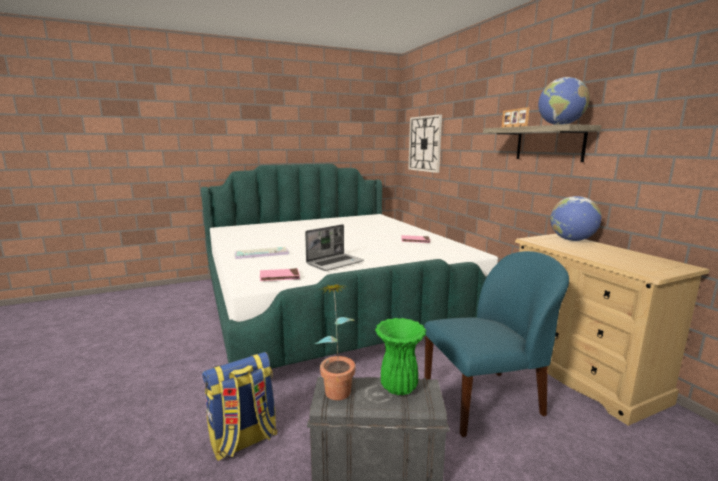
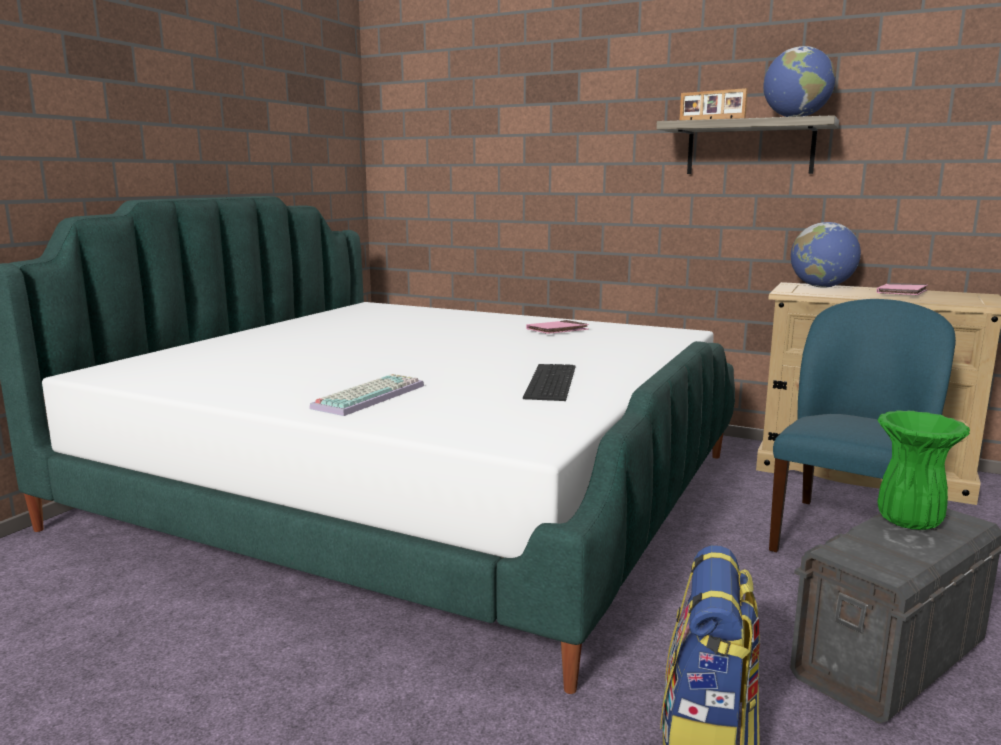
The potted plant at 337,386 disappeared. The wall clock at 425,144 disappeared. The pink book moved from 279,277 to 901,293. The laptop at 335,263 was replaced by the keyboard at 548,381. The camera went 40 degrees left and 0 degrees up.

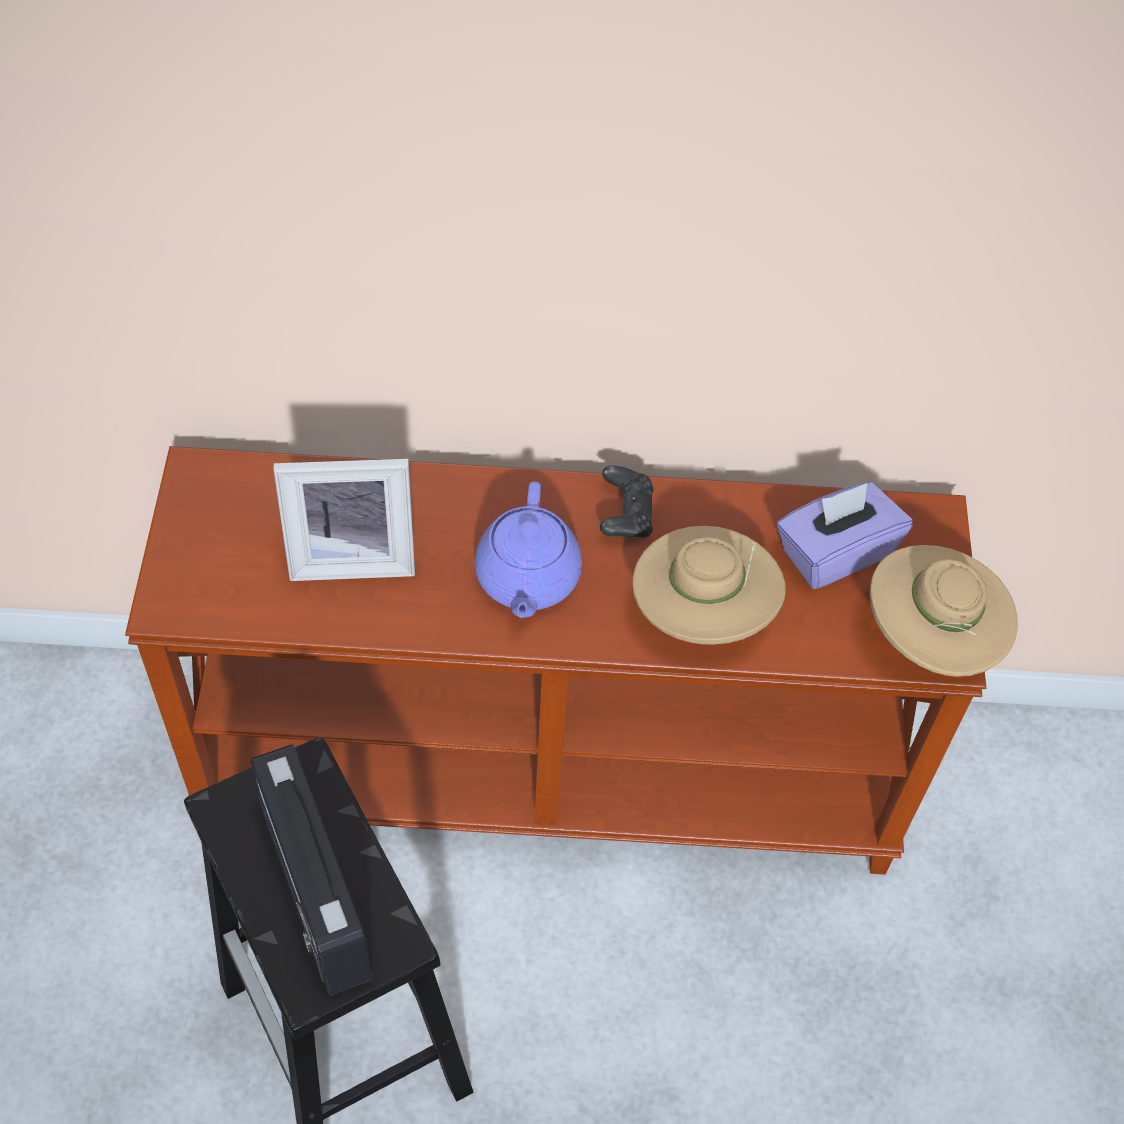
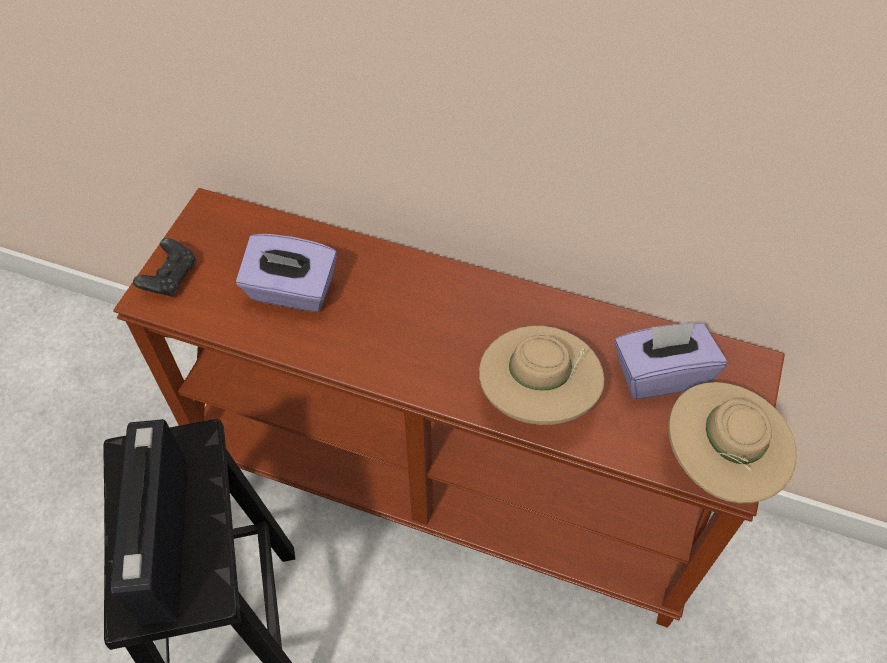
The purple teapot at 527,579 disappeared. The black game controller moved from 625,515 to 170,277. The picture frame at 352,556 was replaced by the purple tissue box at 291,291. The camera went 20 degrees right and 0 degrees up.

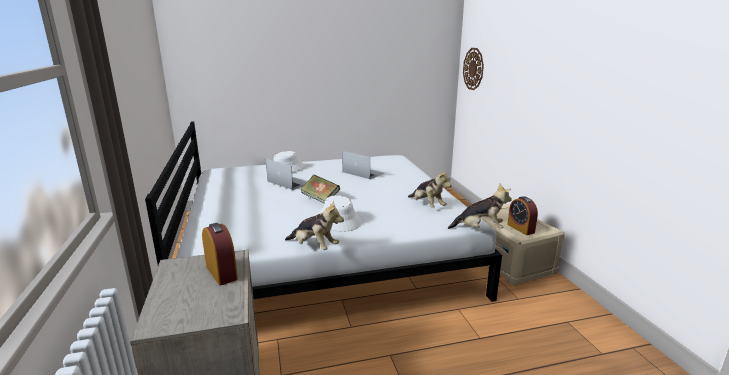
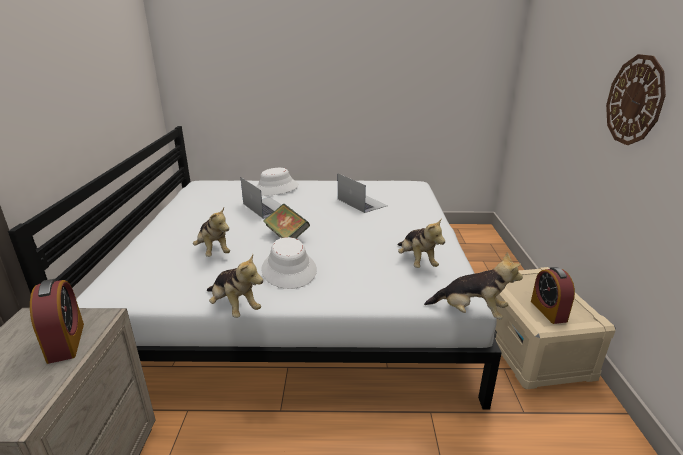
The plush toy at 213,251 appeared. The wall clock moved from 473,69 to 635,100. The camera went 15 degrees right and 5 degrees up.

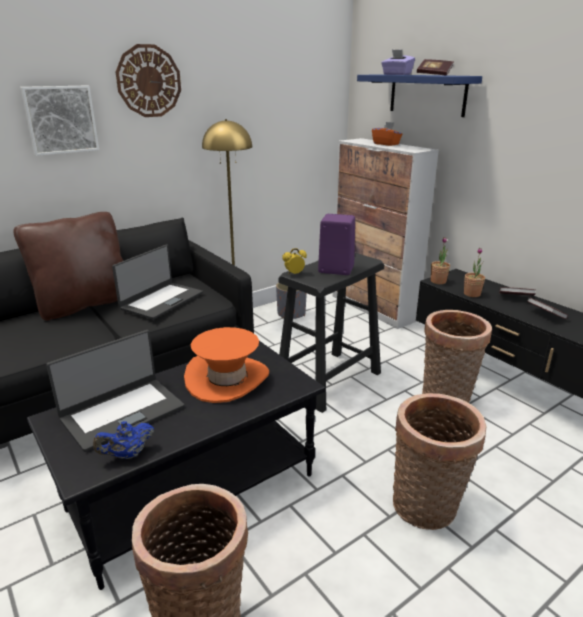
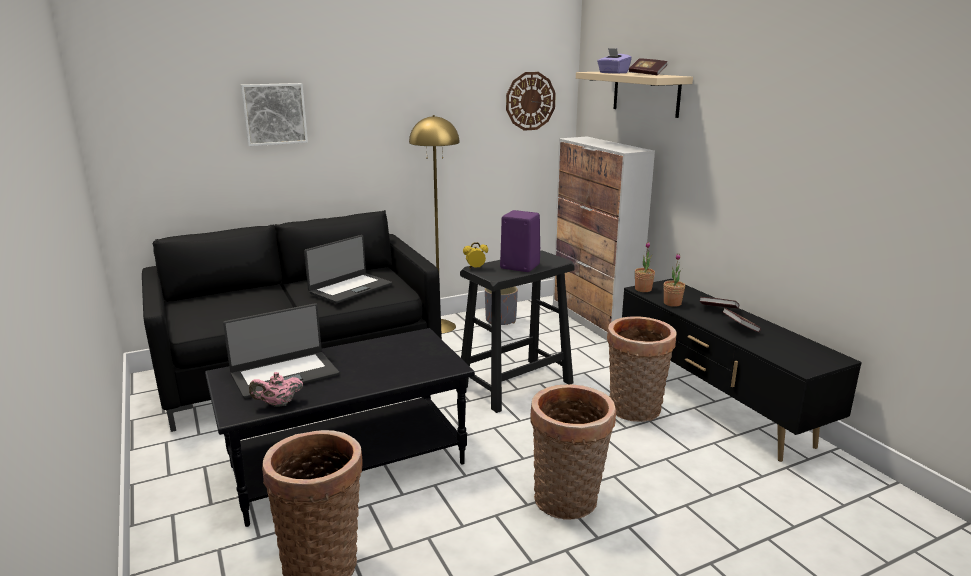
The brown pillow at 85,304 disappeared. The orange hat at 227,379 disappeared. The orange tissue box at 386,144 disappeared. The wall clock moved from 149,81 to 530,101. The blue teapot at 127,455 became the pink teapot at 278,404. The blue shelf at 427,94 became the beige shelf at 646,93. The camera went 10 degrees right and 5 degrees down.

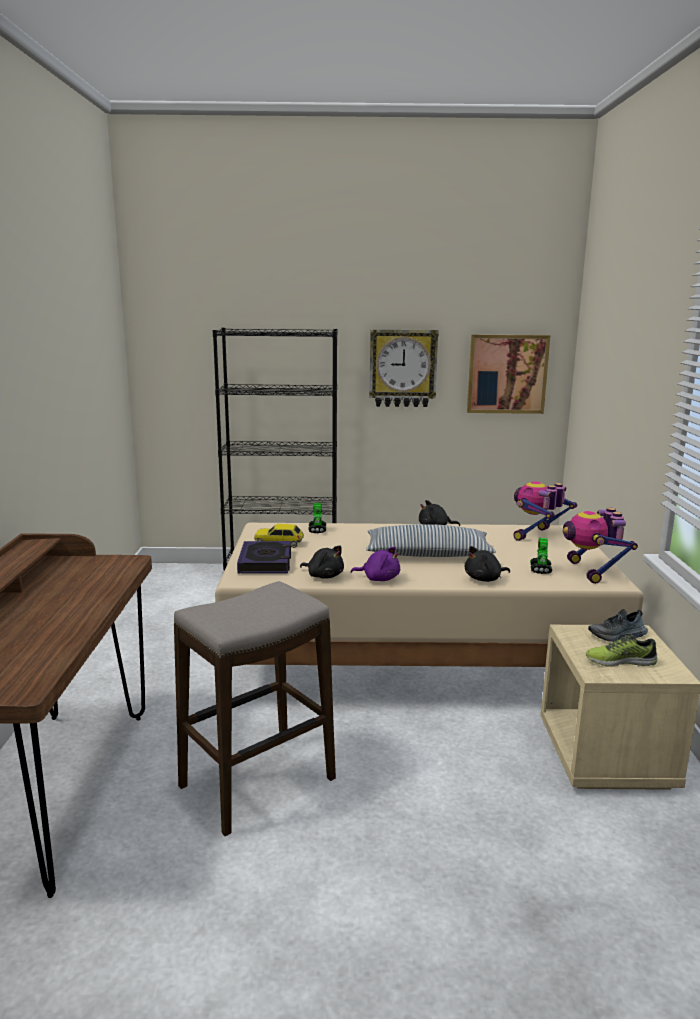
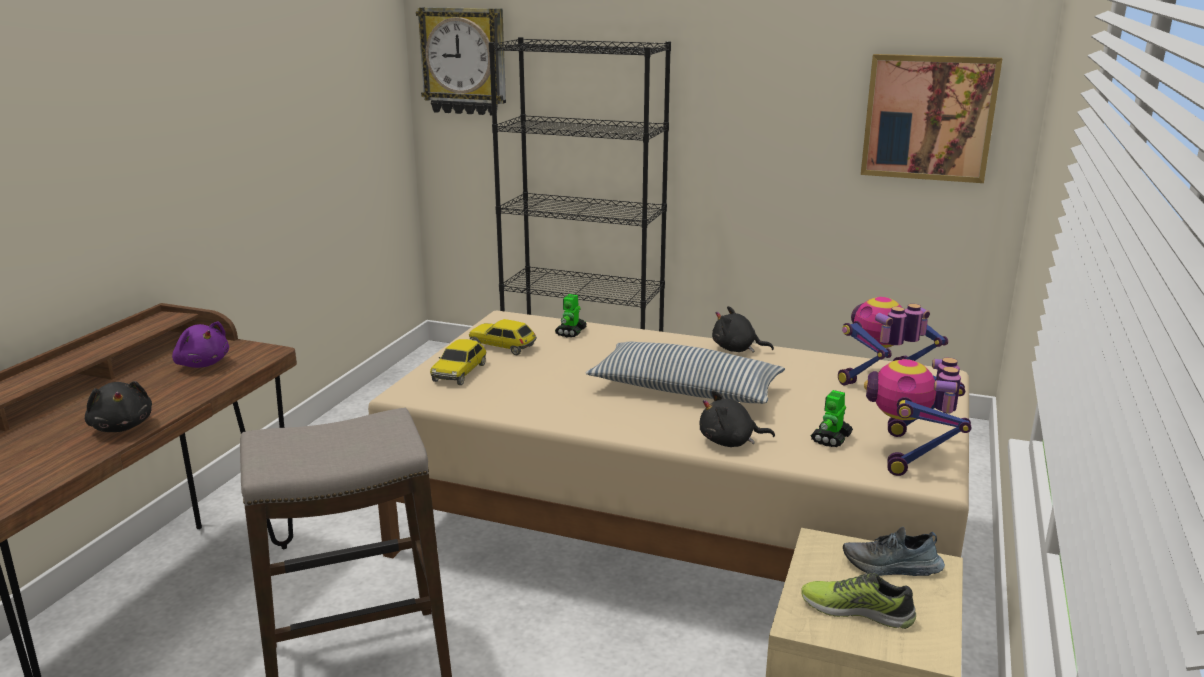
The black plush toy moved from 324,576 to 122,426. The purple plush toy moved from 379,579 to 202,364. The wall clock moved from 402,368 to 464,61. The book at 265,562 was replaced by the toy car at 460,372. The camera went 20 degrees right and 5 degrees up.

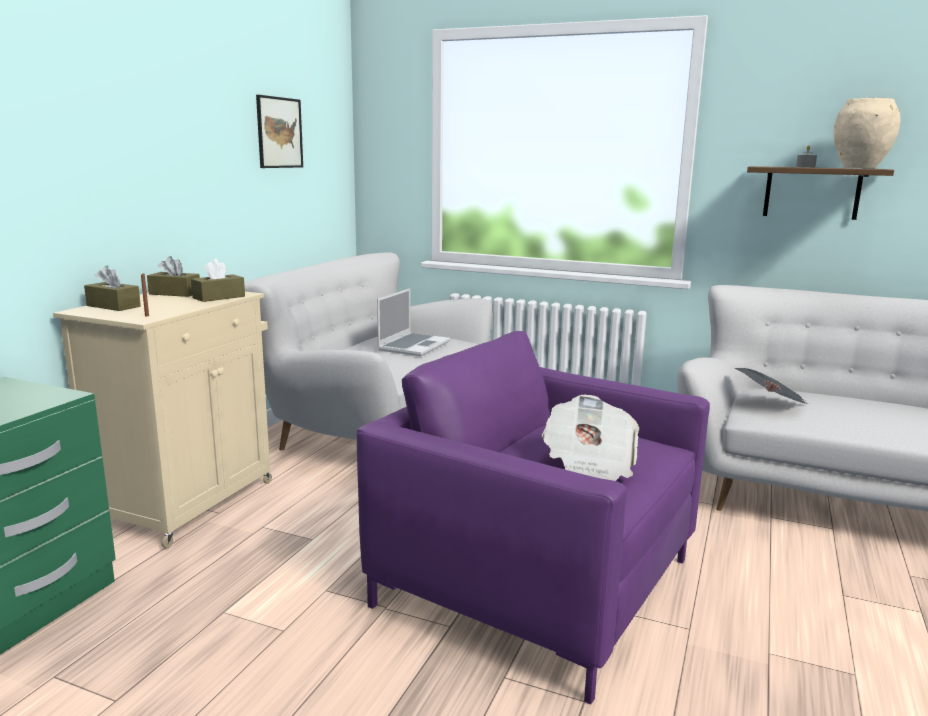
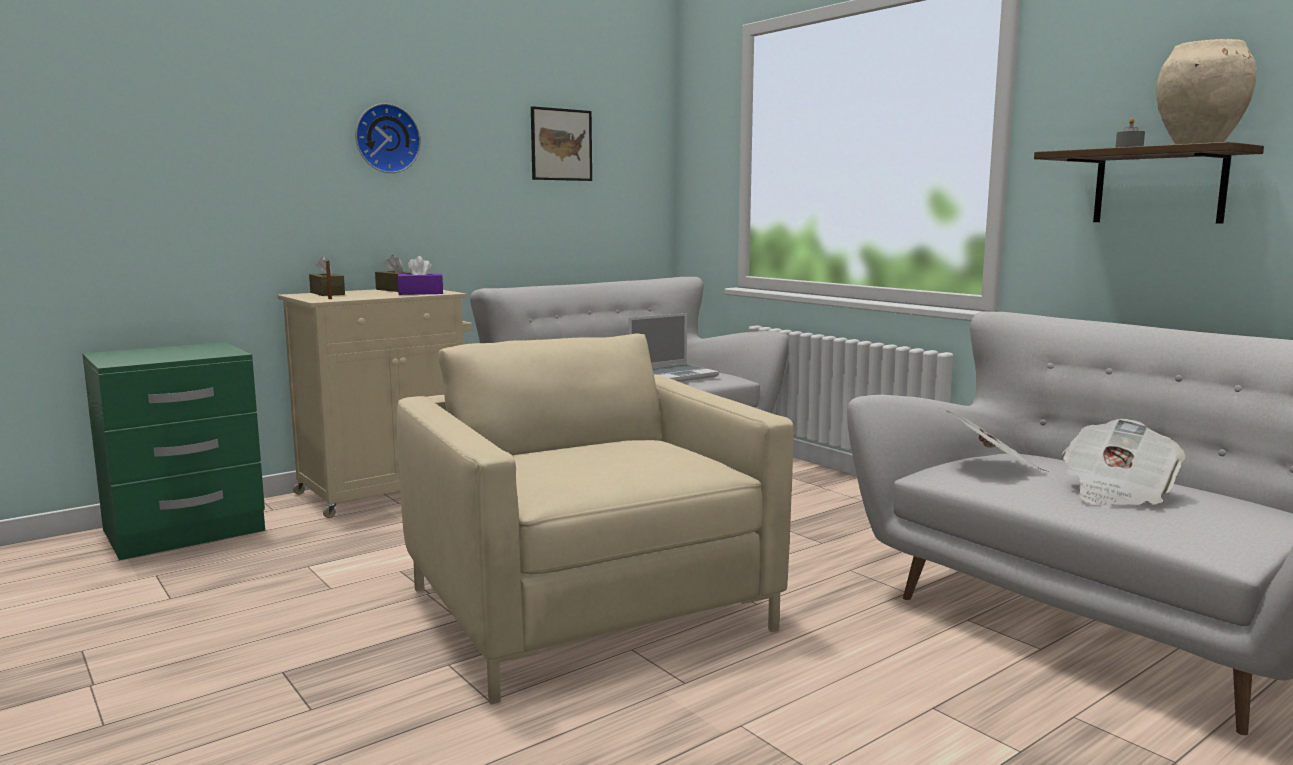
The wall clock at 386,138 appeared. The newspaper moved from 588,466 to 1116,493. The brown tissue box at 219,297 became the purple tissue box at 420,293. The purple armchair at 535,582 became the beige armchair at 588,608. The camera went 30 degrees right and 5 degrees down.

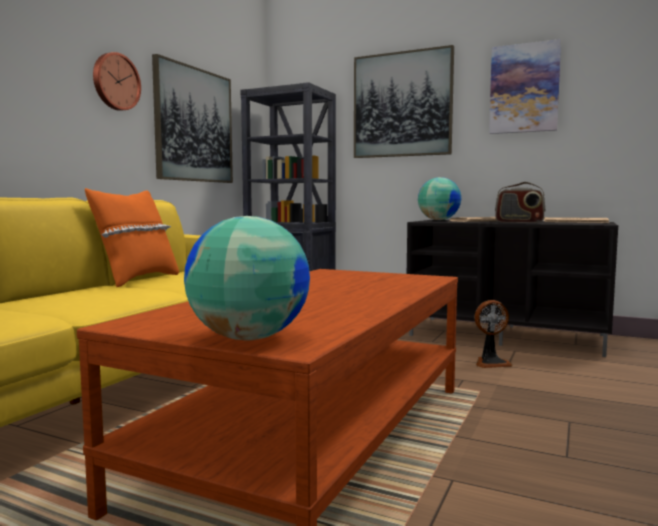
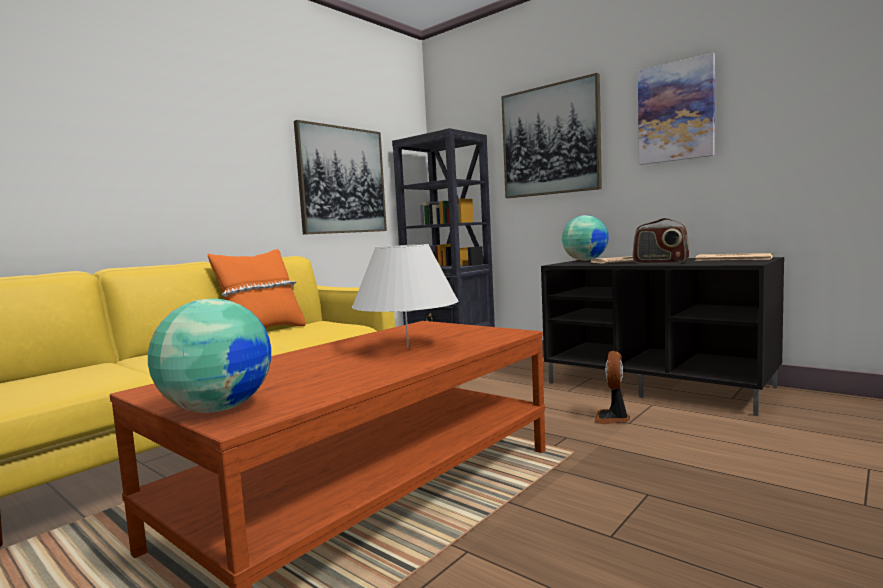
The wall clock at 115,82 disappeared. The white table lamp at 408,347 appeared. The fan at 490,363 turned 105 degrees clockwise. The camera went 15 degrees right and 0 degrees up.

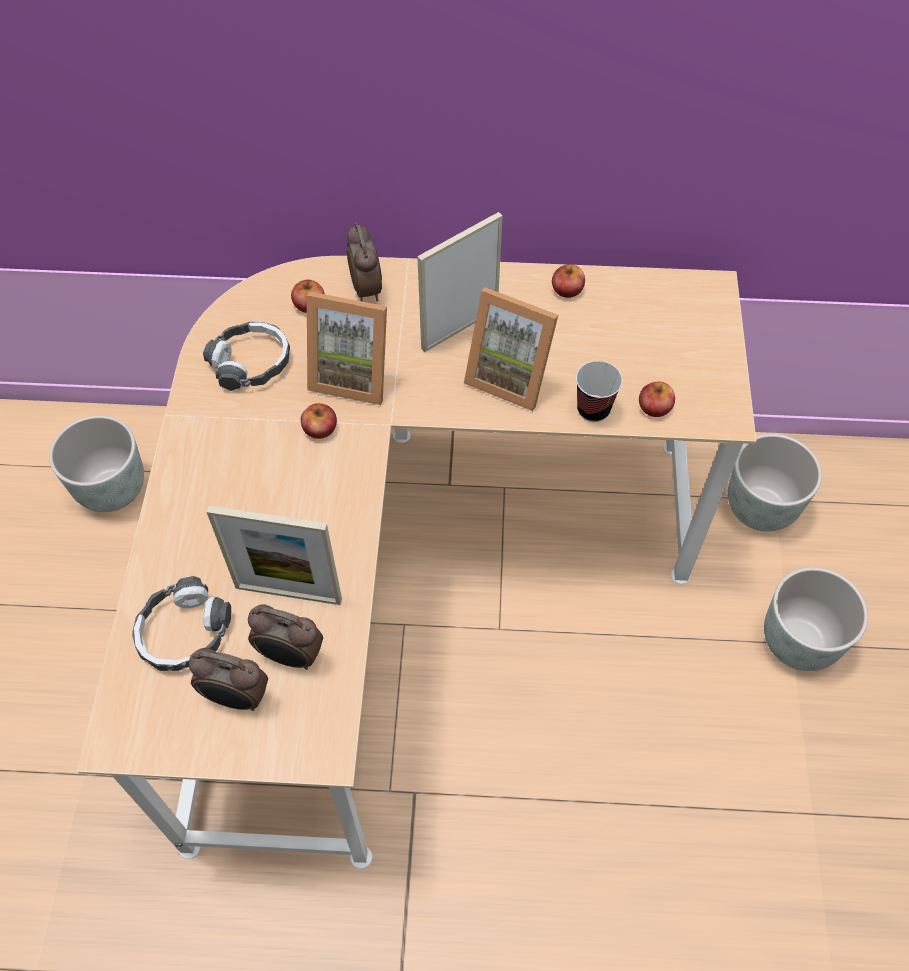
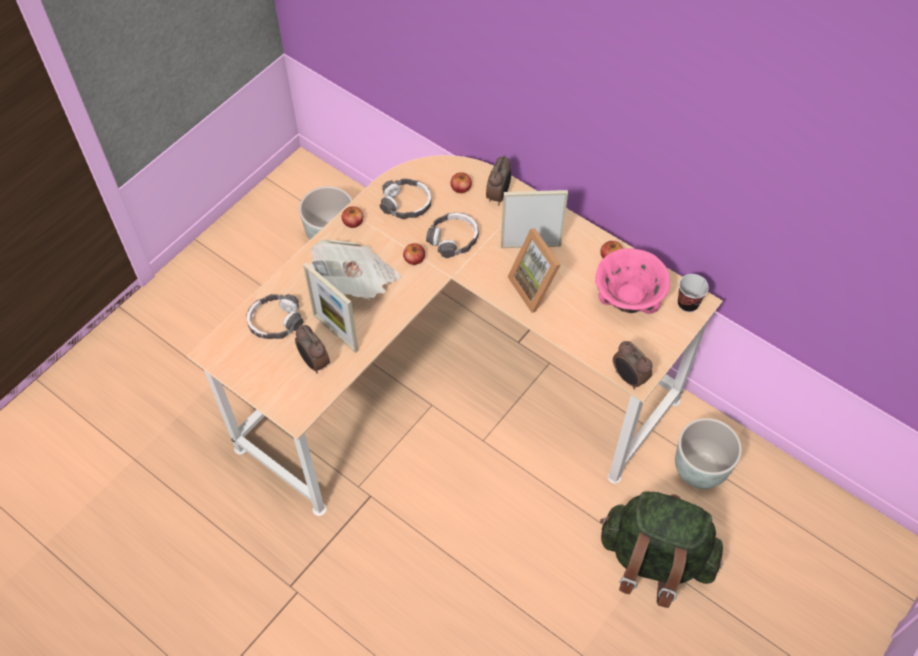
The newspaper at 357,281 appeared. The pink bowl at 628,299 appeared. The alarm clock moved from 236,698 to 628,378. The cup moved from 593,409 to 687,304. The apple moved from 654,407 to 353,221. The picture frame at 352,374 was replaced by the headphones at 453,239. The grey planter at 797,643 was replaced by the green backpack at 654,560. The camera went 35 degrees right and 0 degrees up.

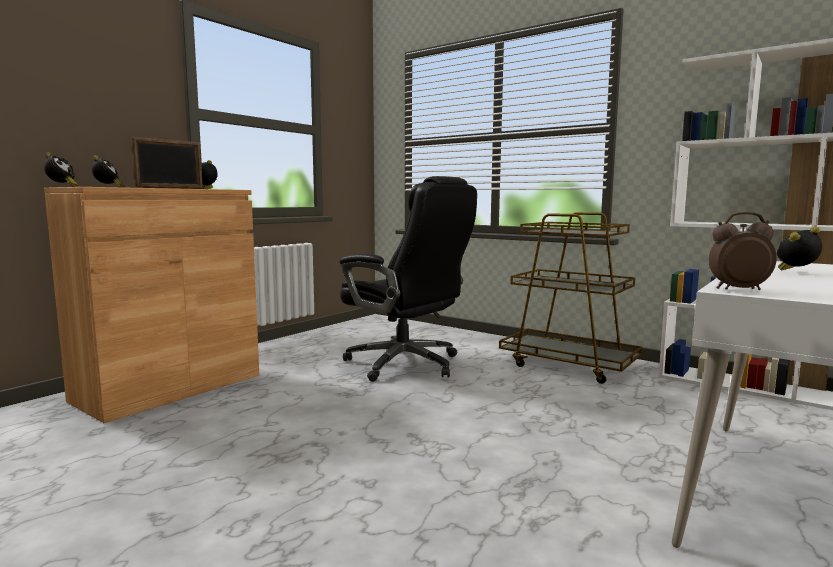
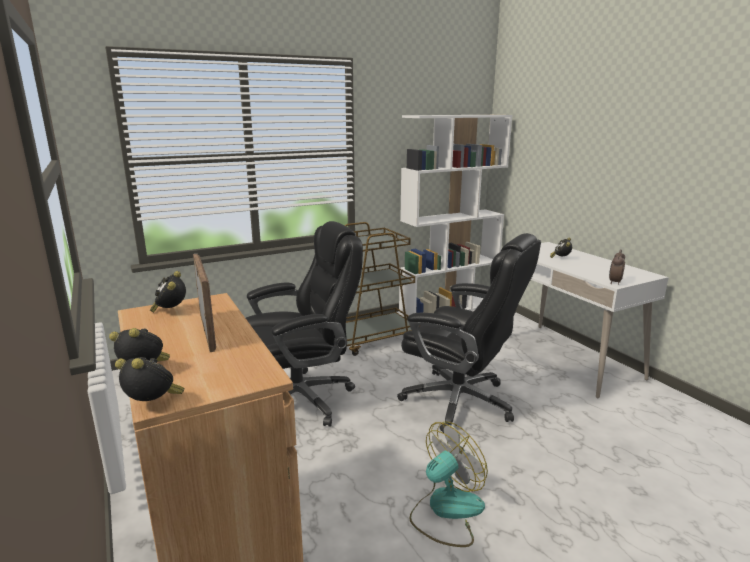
The black office chair at 461,402 appeared. The fan at 446,511 appeared. The camera went 65 degrees left and 10 degrees up.

